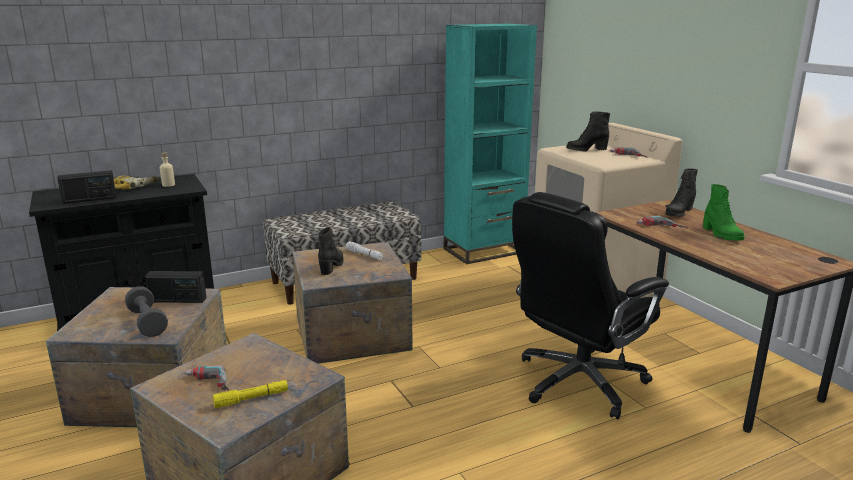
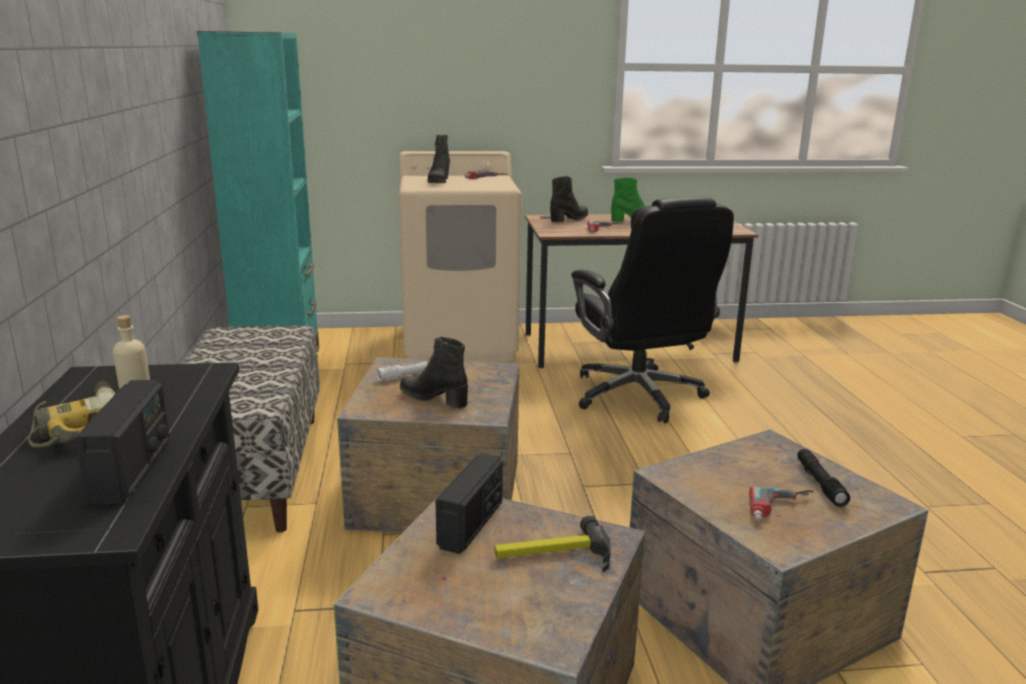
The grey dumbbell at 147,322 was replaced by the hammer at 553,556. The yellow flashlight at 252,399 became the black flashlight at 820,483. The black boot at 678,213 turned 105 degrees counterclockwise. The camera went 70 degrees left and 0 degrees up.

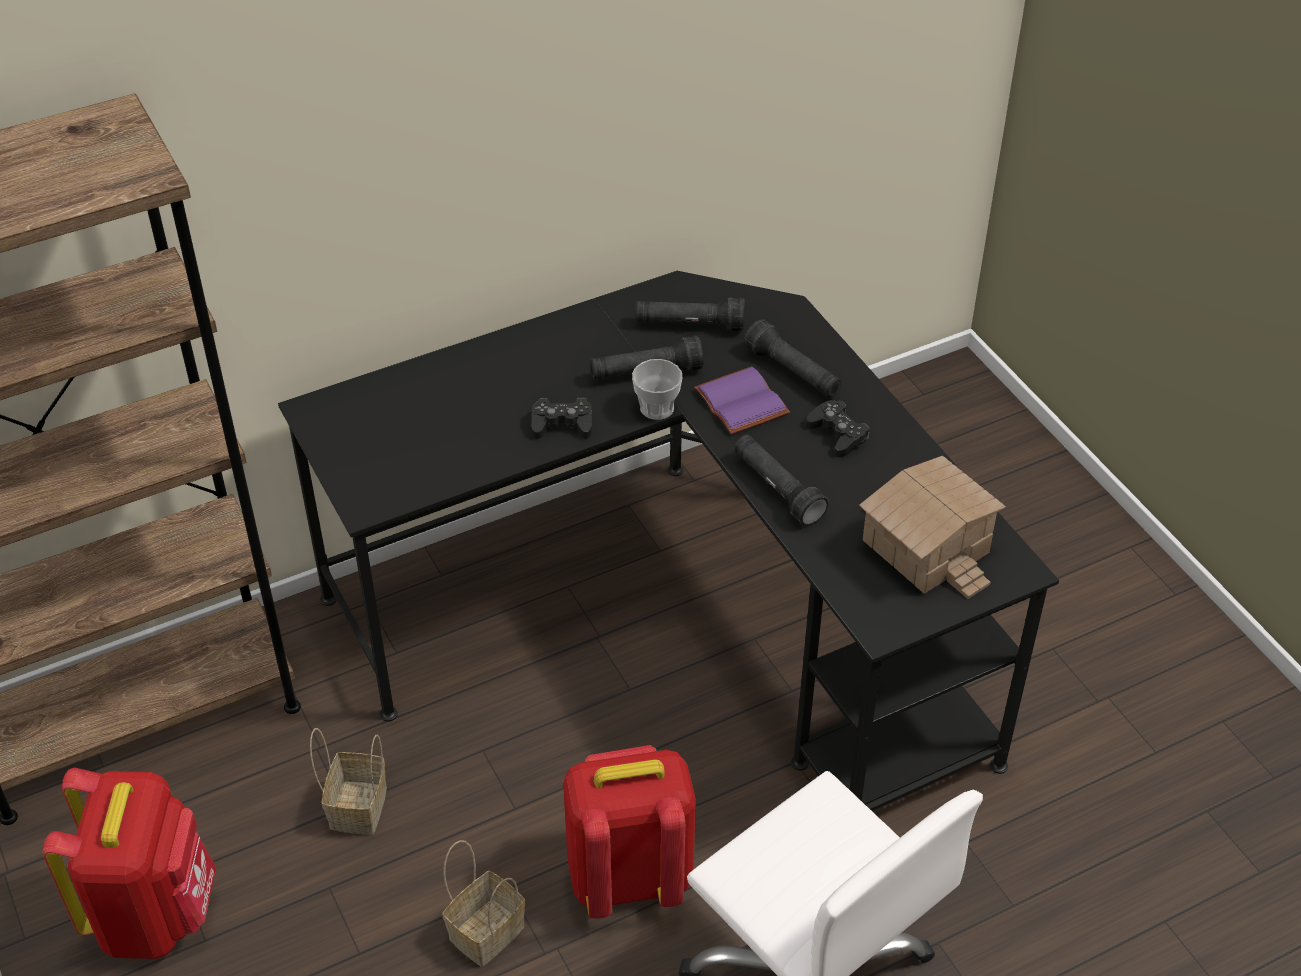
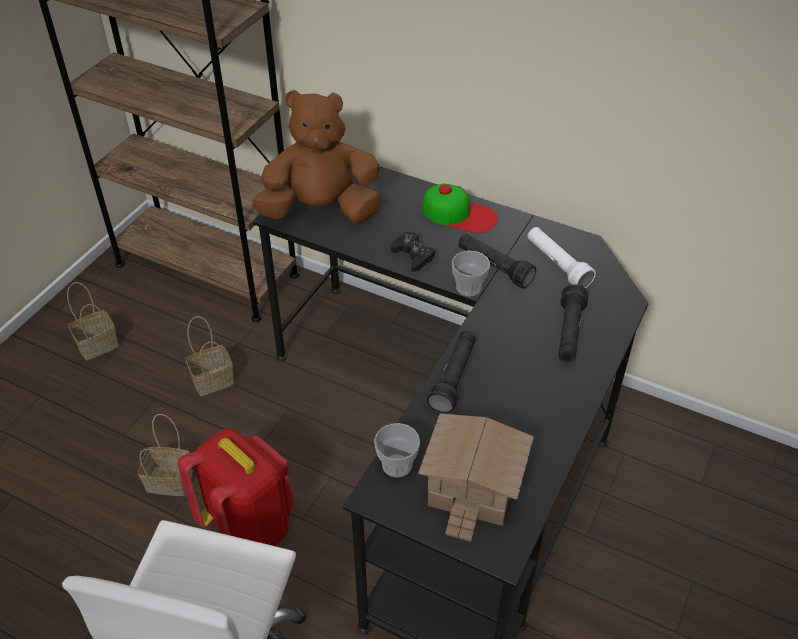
The purple book at 744,402 disappeared. The black game controller at 837,434 disappeared. The brown plush toy at 321,211 appeared. The cup at 397,465 appeared. The cap at 459,214 appeared. The red backpack at 154,913 was replaced by the basket at 99,344. The black flashlight at 689,325 became the white flashlight at 557,265. The camera went 55 degrees right and 0 degrees up.

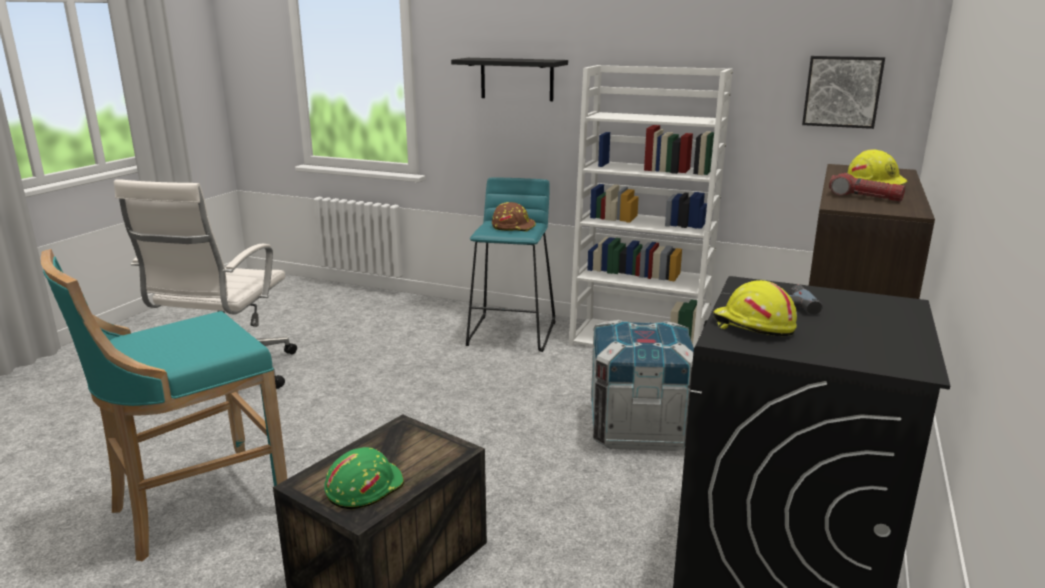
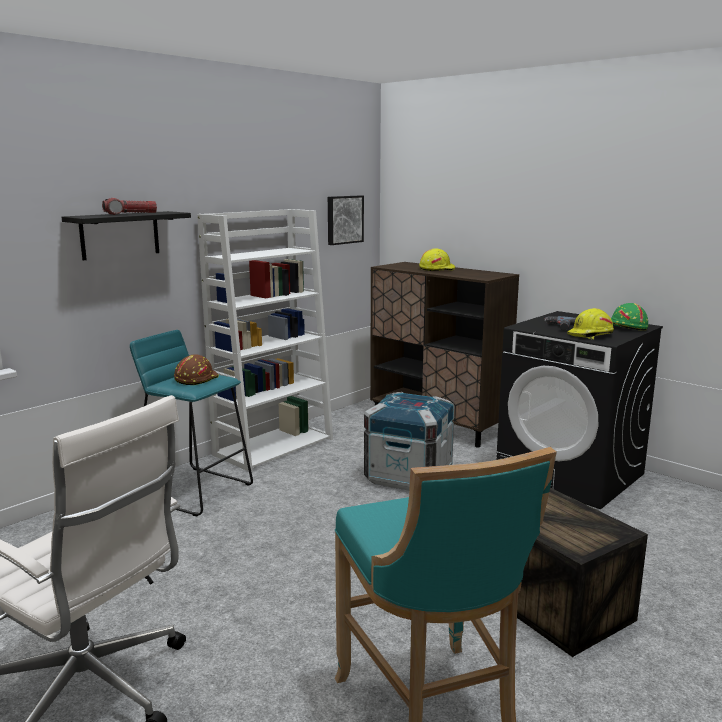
The green hard hat moved from 364,488 to 625,327. The flashlight moved from 864,197 to 130,214. The camera went 70 degrees left and 5 degrees down.

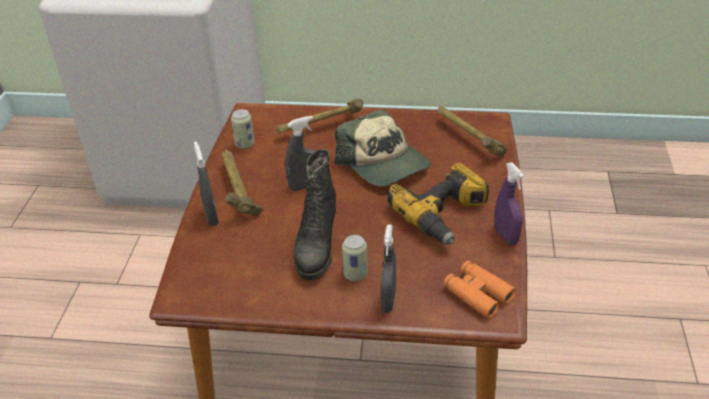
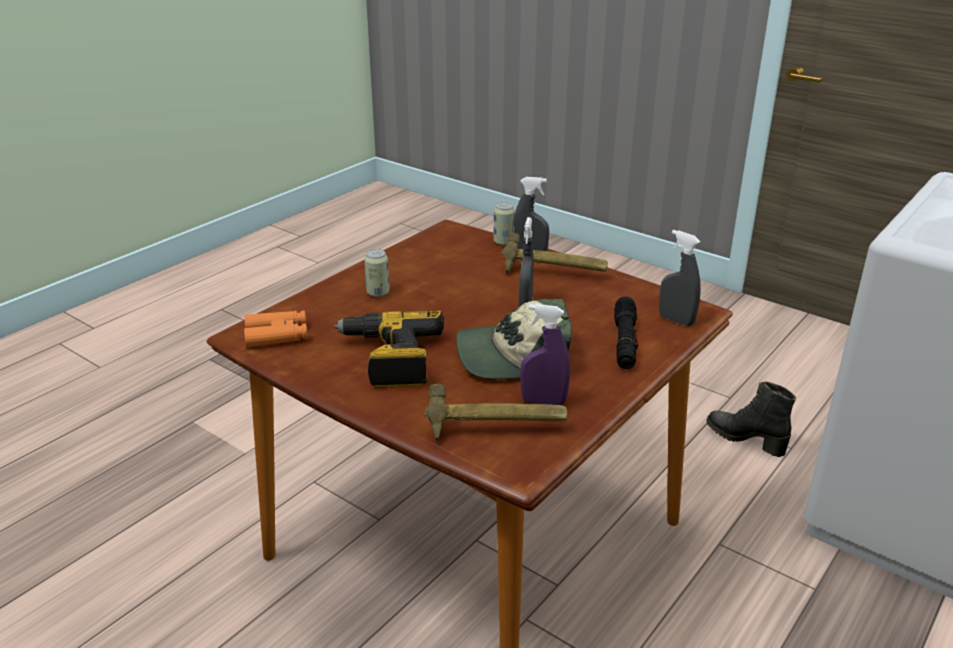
The can moved from 245,144 to 503,242. The black boot moved from 316,247 to 745,439. The grey spray bottle moved from 388,300 to 676,320. The purple spray bottle moved from 505,236 to 543,401. The hammer at 320,128 was replaced by the black flashlight at 624,341. The camera went 120 degrees right and 10 degrees down.

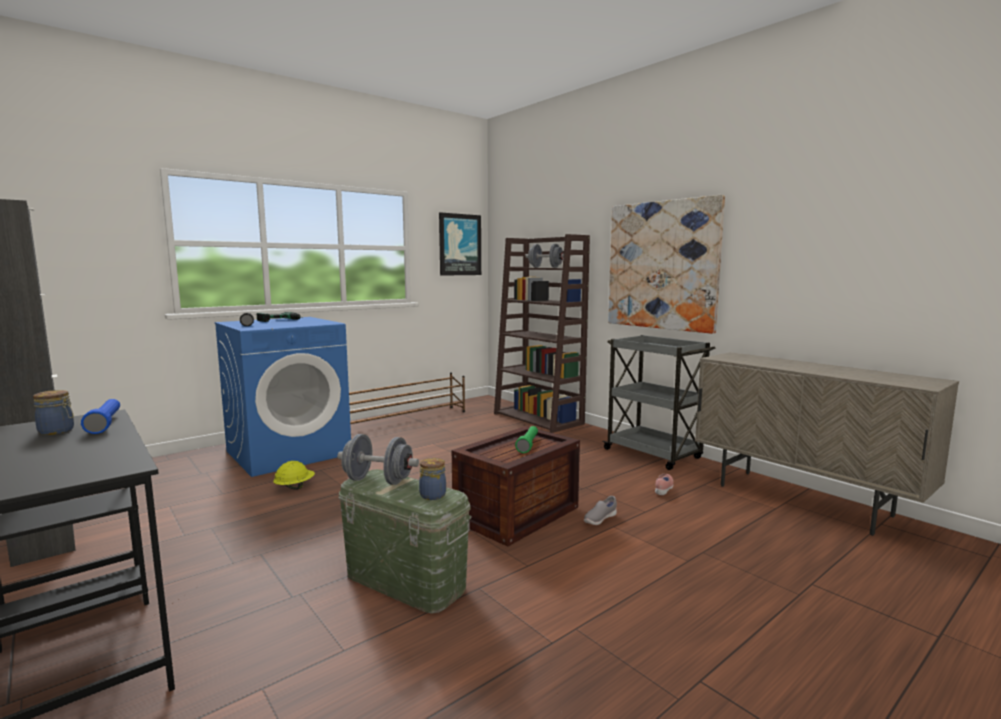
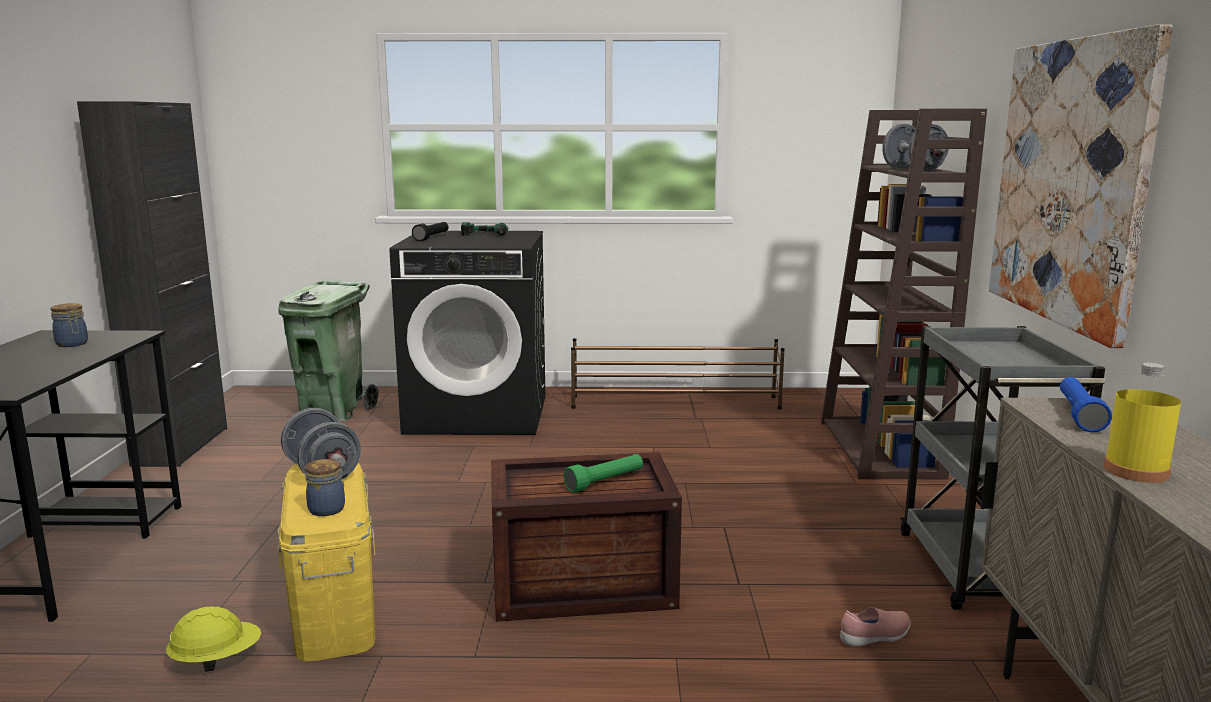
The picture at 459,244 disappeared. The grey shoe at 599,519 disappeared. The green trash can at 334,411 appeared. The yellow bottle at 1136,471 appeared. The blue flashlight moved from 105,424 to 1078,415. The yellow hard hat moved from 294,487 to 217,661. The blue washing machine at 289,452 became the black washing machine at 479,414. The green storage box at 405,581 became the yellow storage box at 333,611. The camera went 40 degrees right and 5 degrees up.

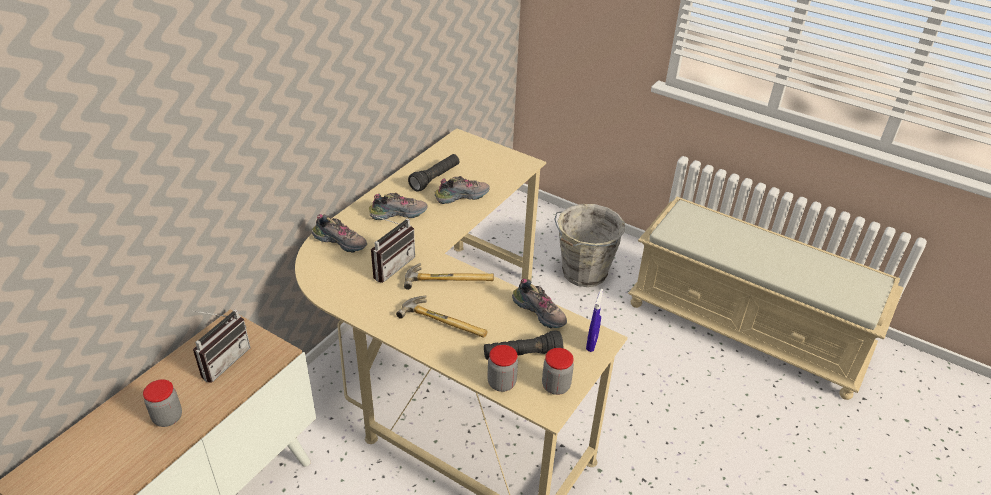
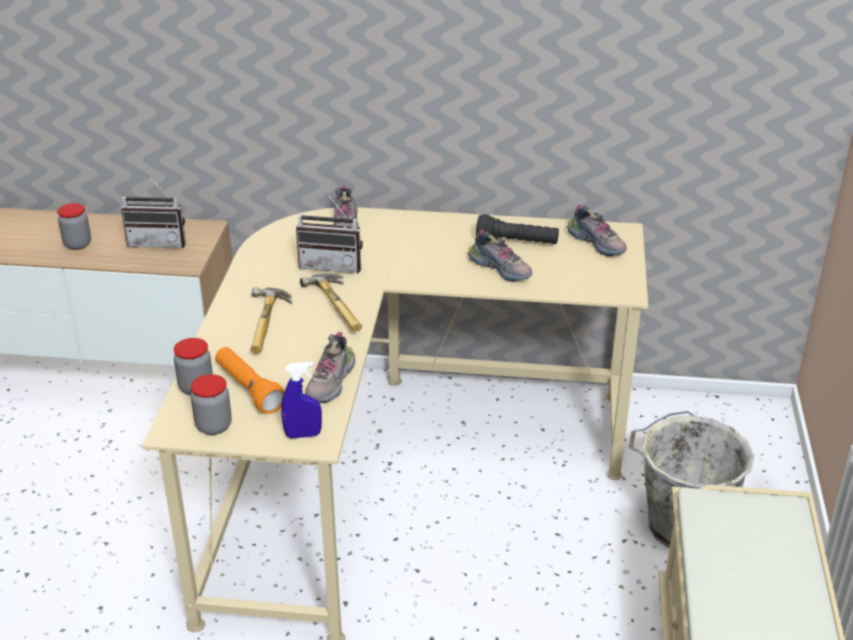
The shoe moved from 398,213 to 598,244. The black flashlight at 522,355 became the orange flashlight at 248,389. The camera went 65 degrees right and 5 degrees down.

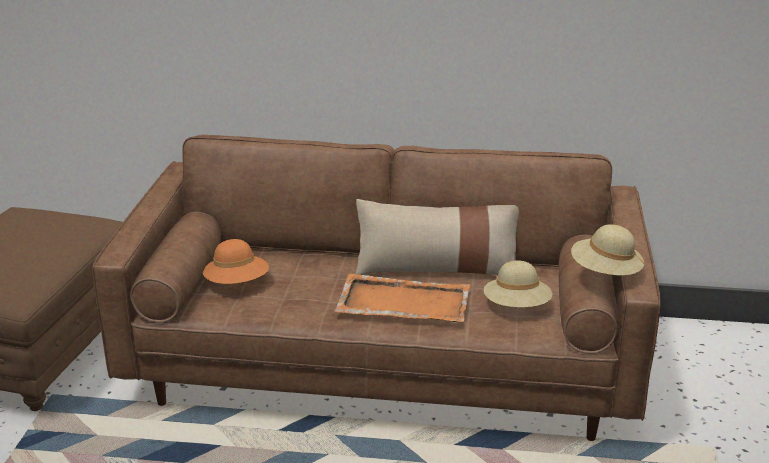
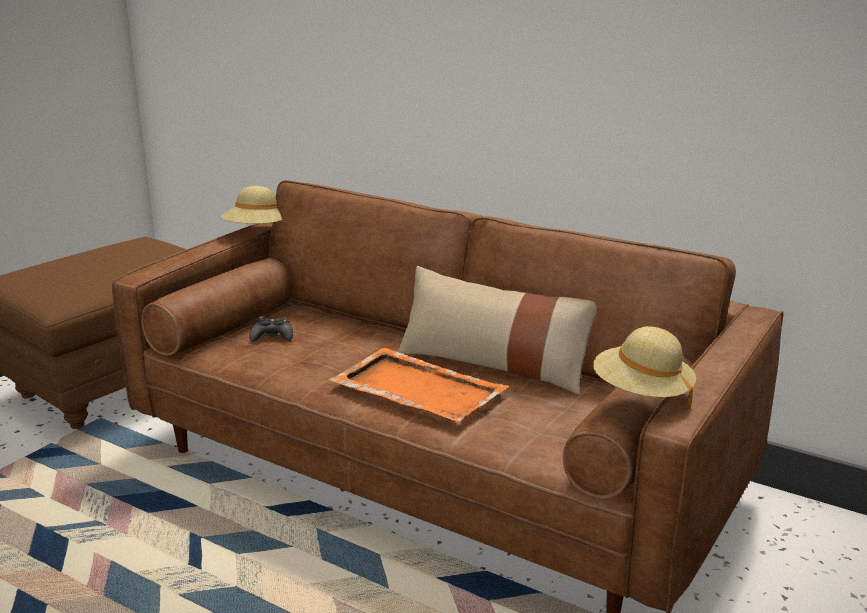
The beige hat moved from 517,307 to 256,232. The orange hat at 237,283 was replaced by the black game controller at 272,336. The camera went 25 degrees right and 5 degrees down.

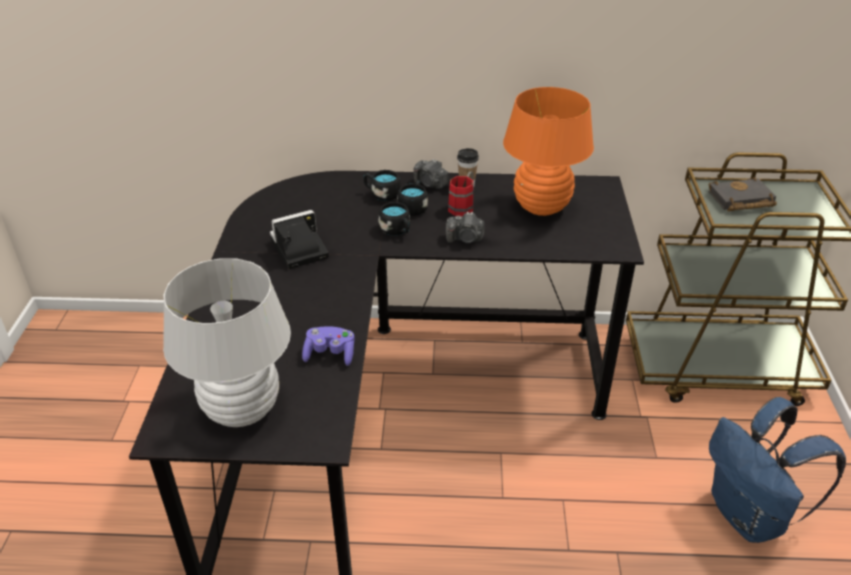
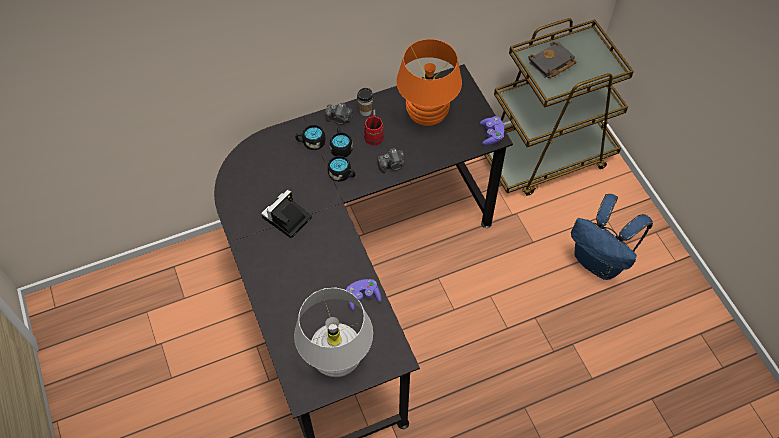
The purple game controller at 491,135 appeared. The camera went 25 degrees left and 20 degrees up.

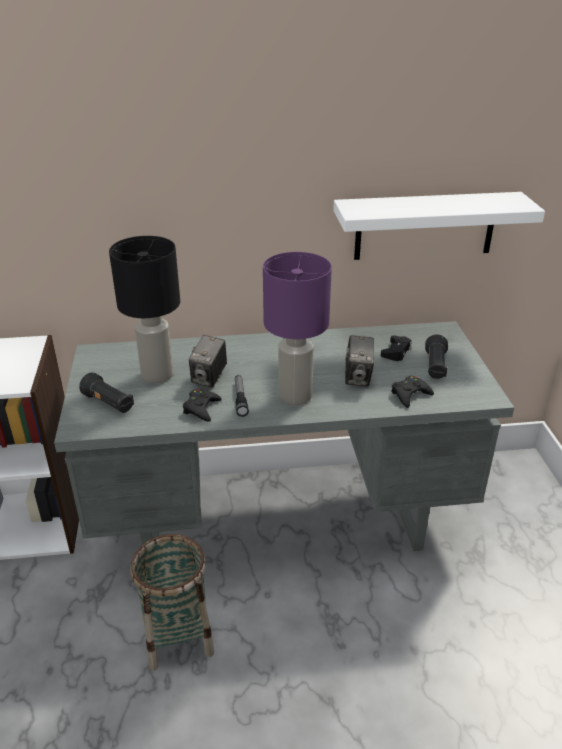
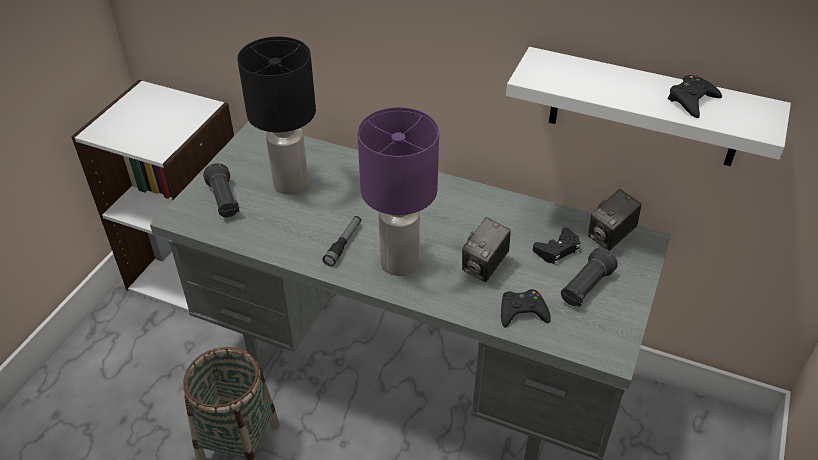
The black game controller moved from 201,408 to 692,100. The photo camera moved from 209,378 to 610,237. The camera went 30 degrees right and 10 degrees up.

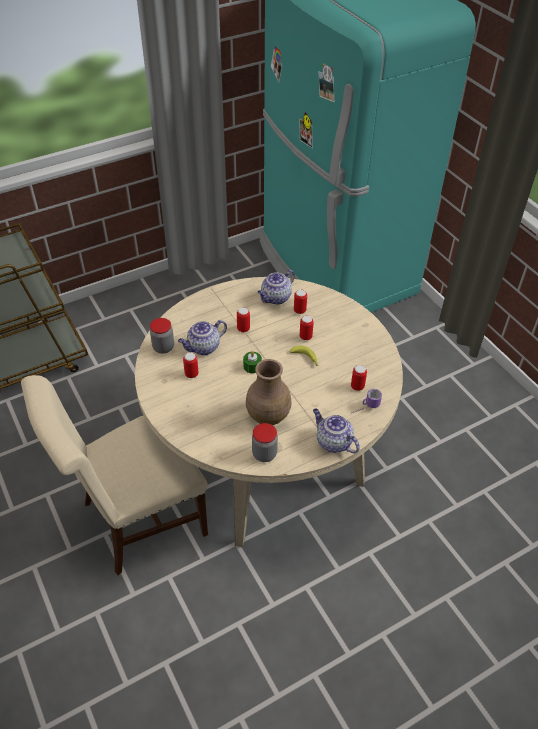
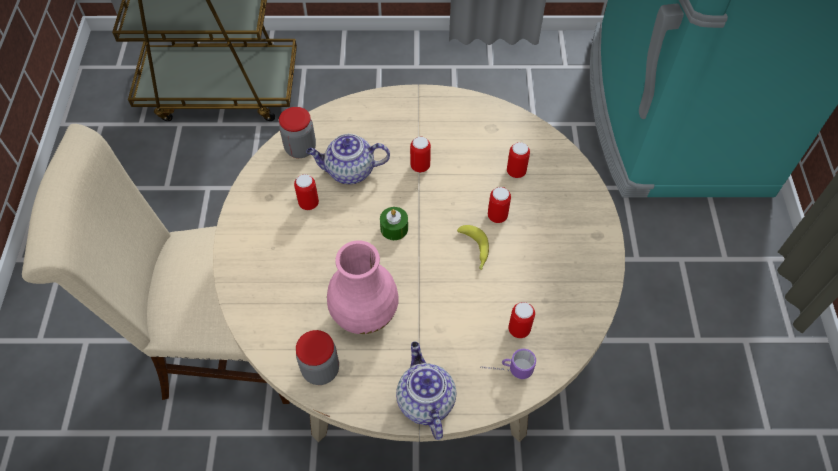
The teapot at 275,298 disappeared. The brown vase at 268,415 became the pink vase at 365,313. The camera went 30 degrees right and 10 degrees up.

